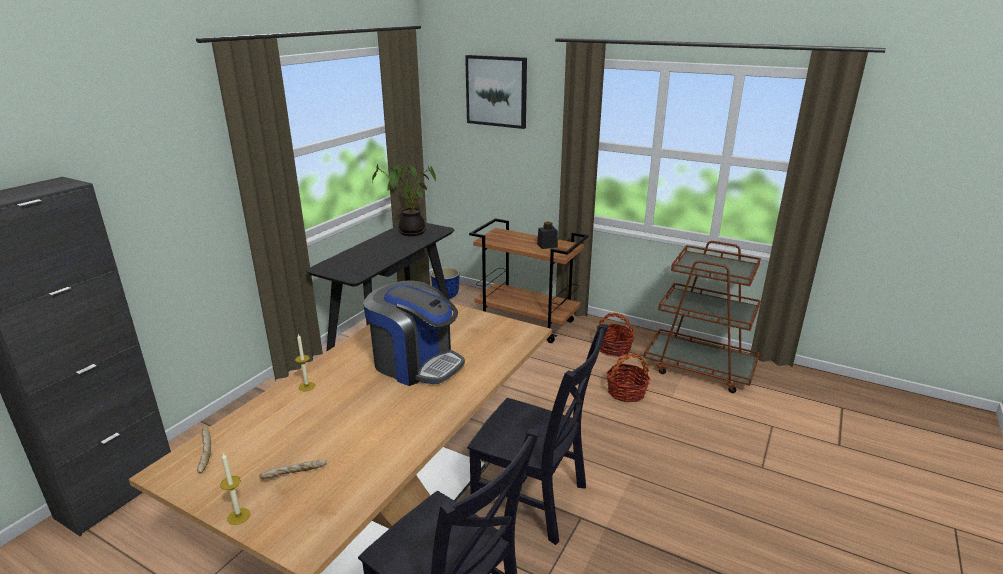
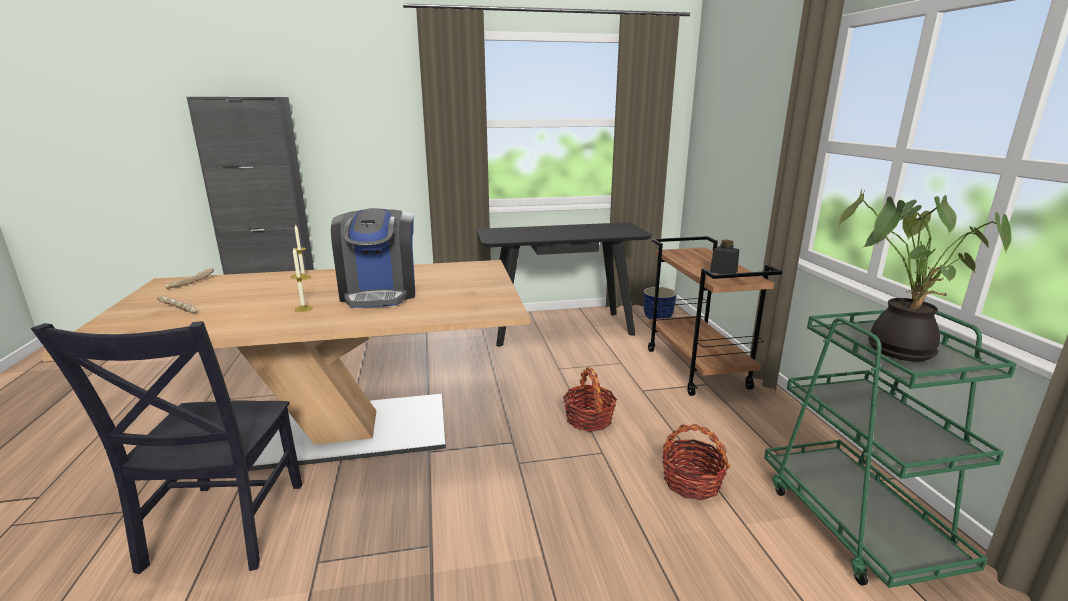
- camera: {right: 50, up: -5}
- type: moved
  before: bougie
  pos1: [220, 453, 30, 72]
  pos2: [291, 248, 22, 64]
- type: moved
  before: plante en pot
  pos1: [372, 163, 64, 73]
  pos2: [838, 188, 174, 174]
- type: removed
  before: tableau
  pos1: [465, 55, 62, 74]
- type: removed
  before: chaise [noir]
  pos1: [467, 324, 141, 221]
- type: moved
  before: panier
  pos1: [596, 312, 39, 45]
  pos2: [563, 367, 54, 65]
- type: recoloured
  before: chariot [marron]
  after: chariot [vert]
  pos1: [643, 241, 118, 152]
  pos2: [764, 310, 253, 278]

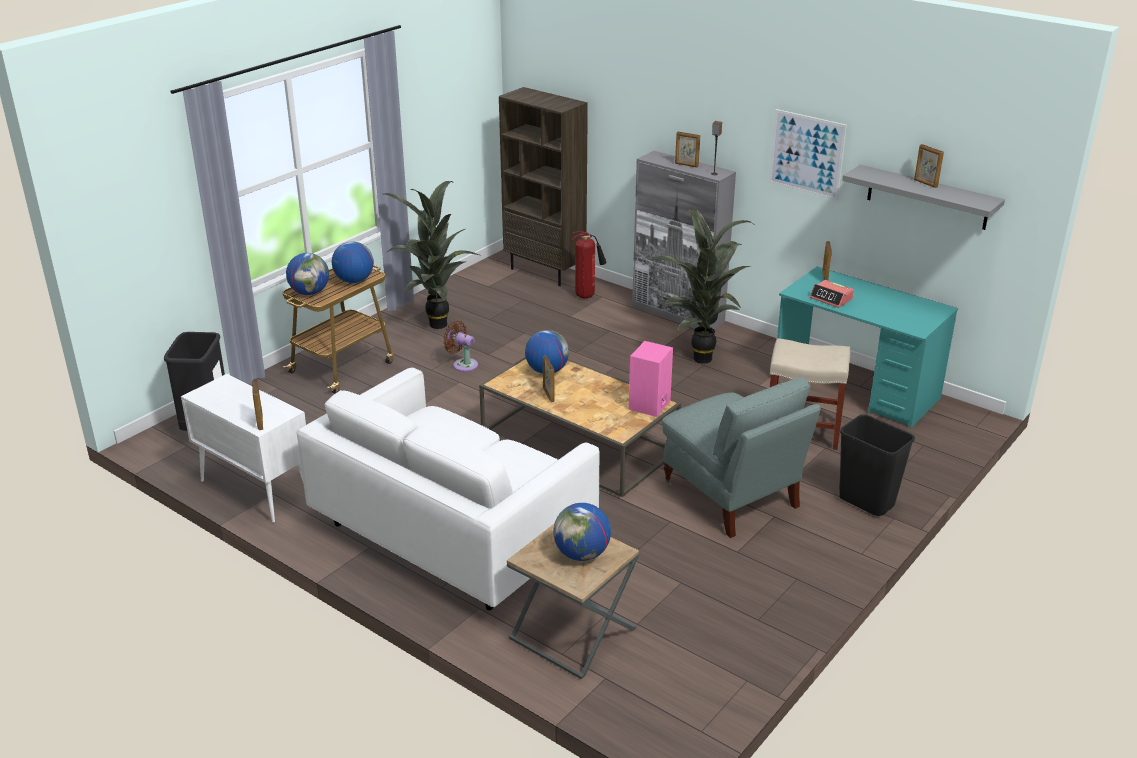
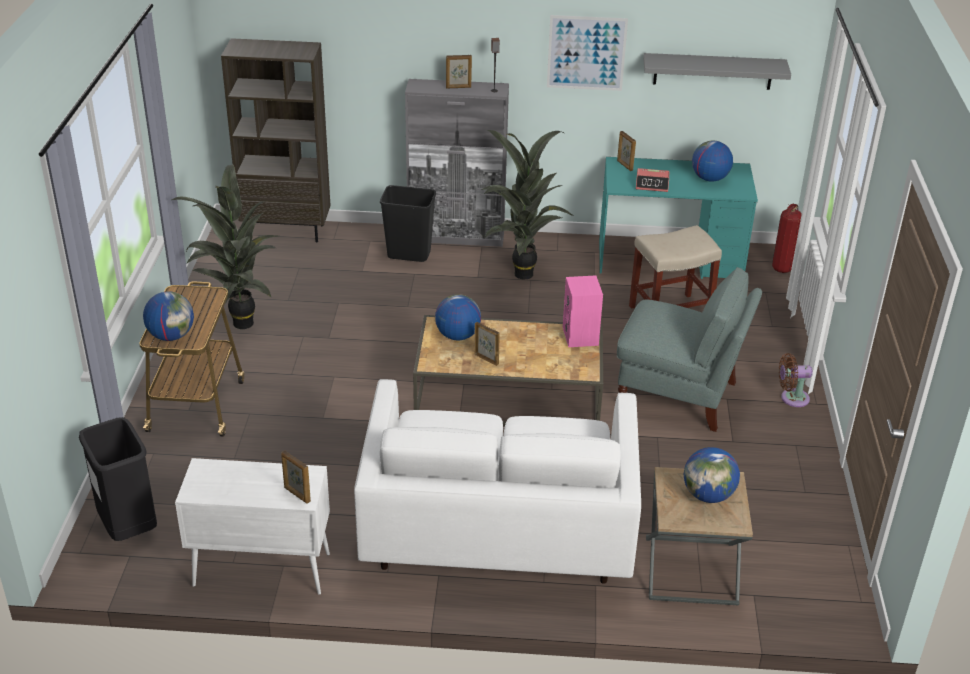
- camera: {right: -35, up: 5}
- type: moved
  before: globe
  pos1: [332, 241, 42, 42]
  pos2: [692, 141, 41, 41]
- type: moved
  before: ventilateur [marron]
  pos1: [443, 321, 35, 51]
  pos2: [779, 353, 34, 54]
- type: moved
  before: extincteur
  pos1: [572, 231, 35, 67]
  pos2: [772, 204, 30, 69]
- type: moved
  before: poubelle [noir]
  pos1: [839, 414, 76, 102]
  pos2: [380, 185, 56, 77]
- type: removed
  before: cadre photo
  pos1: [914, 144, 30, 44]

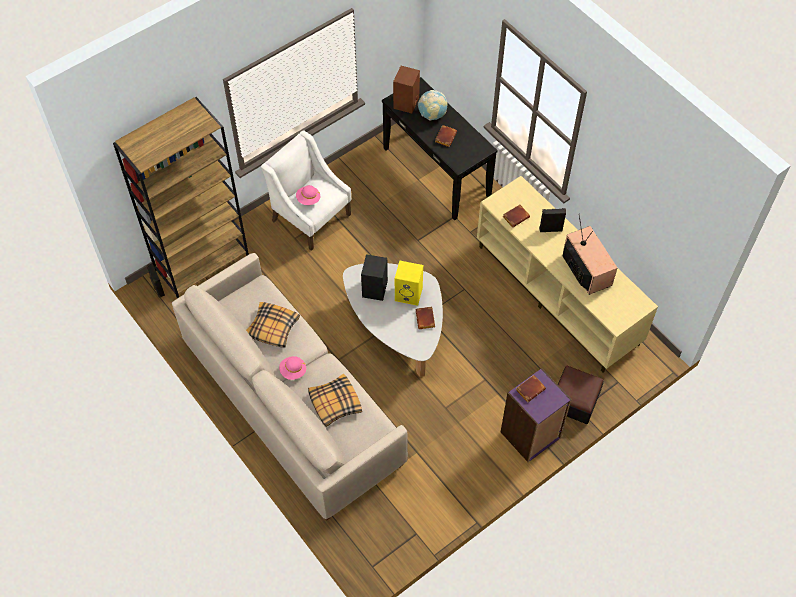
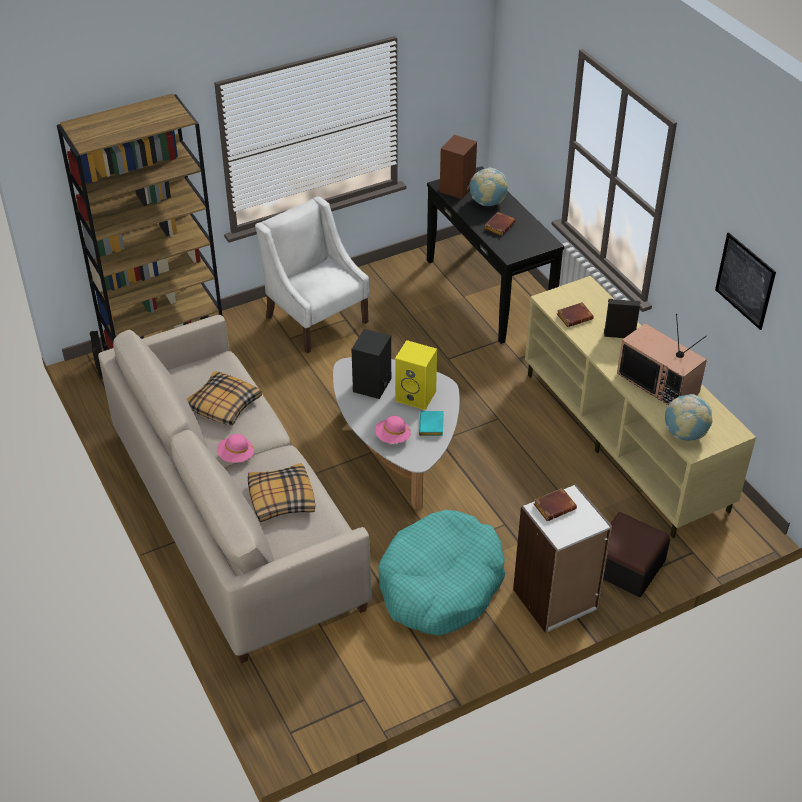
- camera: {right: 10, up: -15}
- type: moved
  before: chapeau [rose]
  pos1: [296, 185, 24, 20]
  pos2: [375, 416, 36, 28]
- type: recoloured
  before: livre [marron]
  after: livre [turquoise]
  pos1: [415, 307, 20, 22]
  pos2: [419, 411, 25, 25]
- type: recoloured
  before: bibliothèque [violet]
  after: bibliothèque [blanc]
  pos1: [501, 368, 71, 94]
  pos2: [513, 484, 99, 149]
- type: turned
  before: téléviseur
  pos1: [563, 213, 54, 82]
  pos2: [617, 314, 90, 91]
  turn: 150
- type: added
  after: panier pour chien [turquoise]
  pos2: [378, 510, 127, 126]
- type: added
  after: globe
  pos2: [665, 394, 47, 47]
- type: added
  after: tableau
  pos2: [715, 232, 61, 98]

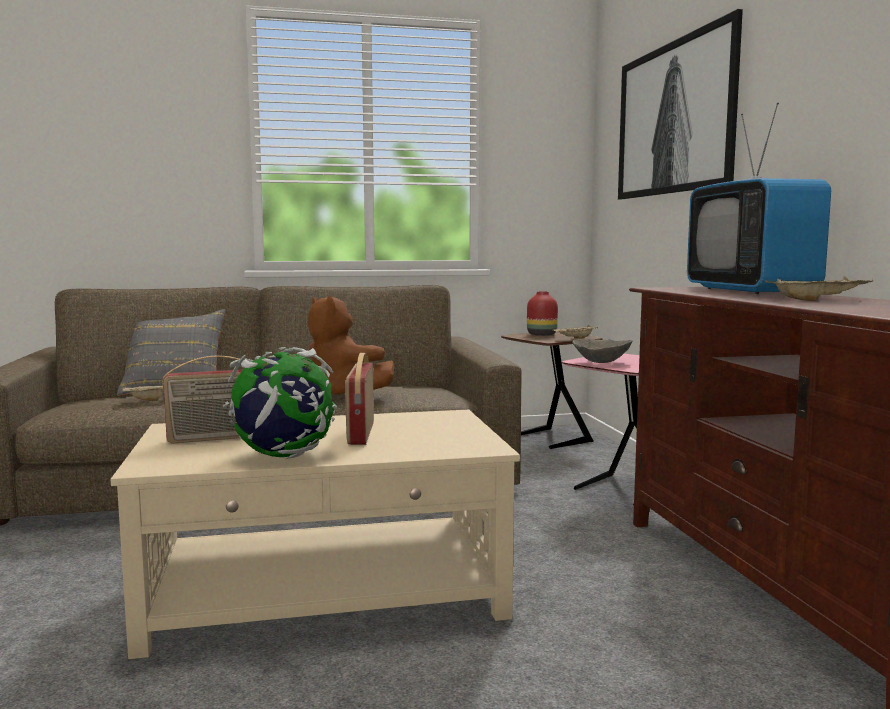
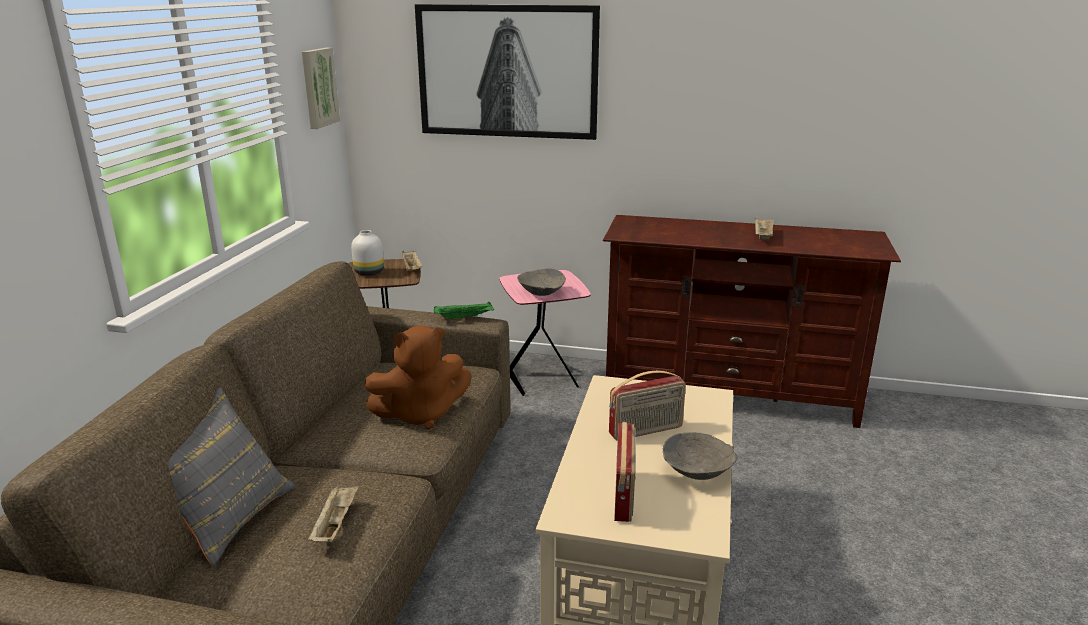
- camera: {right: -65, up: 15}
- type: replaced
  before: globe
  after: bol [gris]
  pos1: [223, 347, 114, 112]
  pos2: [663, 432, 74, 48]
- type: turned
  before: radio
  pos1: [345, 353, 29, 92]
  pos2: [609, 371, 77, 70]
  turn: -45
- type: recoloured
  before: vase [rouge]
  after: vase [blanc]
  pos1: [527, 291, 31, 45]
  pos2: [351, 230, 33, 46]
- type: removed
  before: téléviseur
  pos1: [687, 102, 144, 192]
- type: added
  after: tableau
  pos2: [302, 48, 38, 81]
- type: added
  after: plateau [vert]
  pos2: [434, 301, 60, 20]

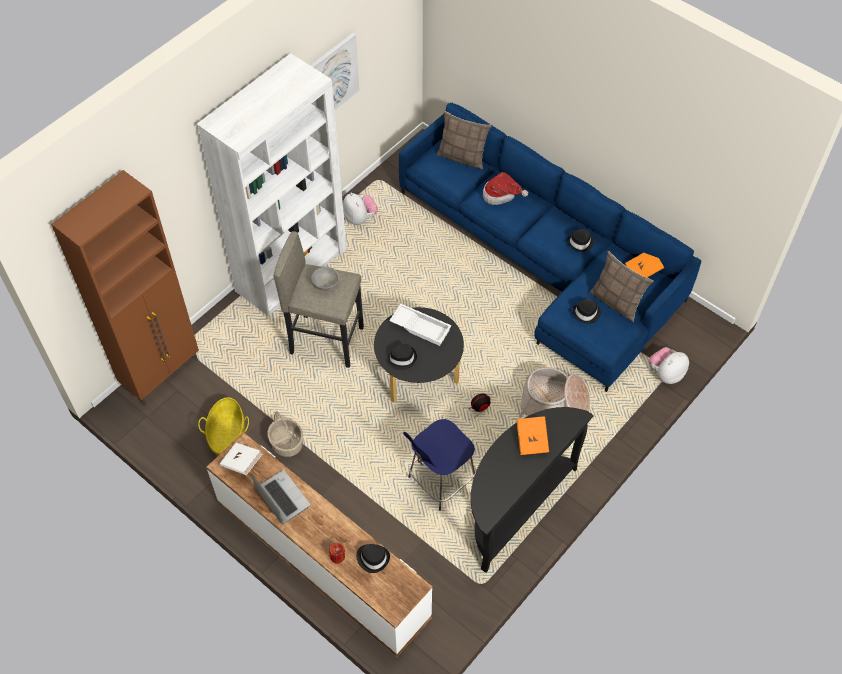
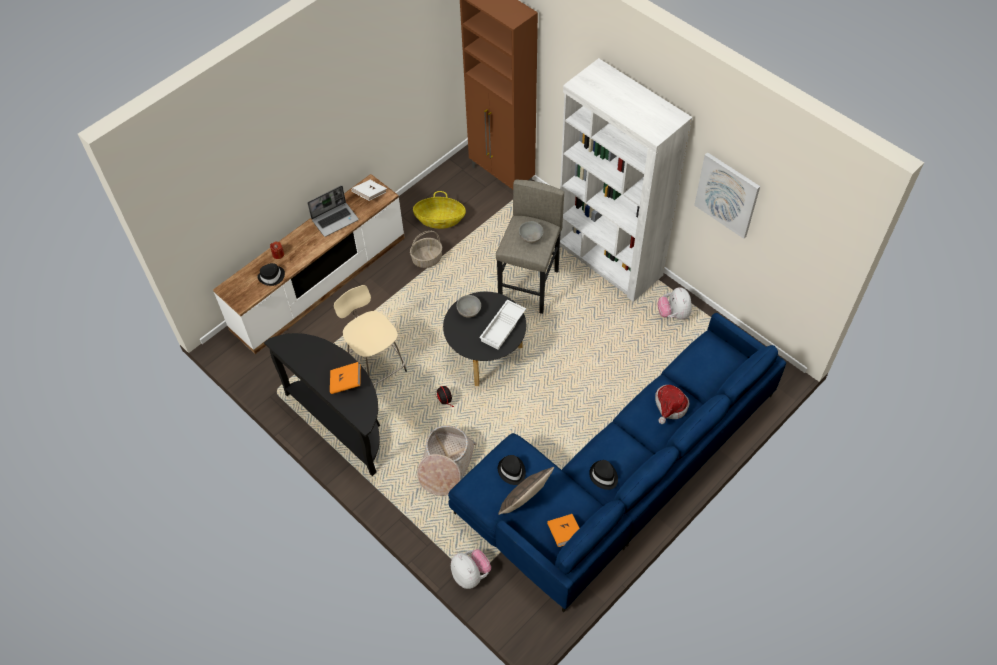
- camera: {right: 95, up: 0}
- type: turned
  before: peluche
  pos1: [343, 193, 35, 32]
  pos2: [657, 287, 35, 33]
  turn: 105
- type: replaced
  before: chapeau [noir]
  after: bol [gris]
  pos1: [386, 343, 31, 27]
  pos2: [457, 295, 24, 23]
- type: recoloured
  before: tabouret [bleu]
  after: tabouret [beige]
  pos1: [403, 419, 73, 92]
  pos2: [334, 285, 73, 100]
- type: removed
  before: coussin
  pos1: [436, 111, 56, 59]

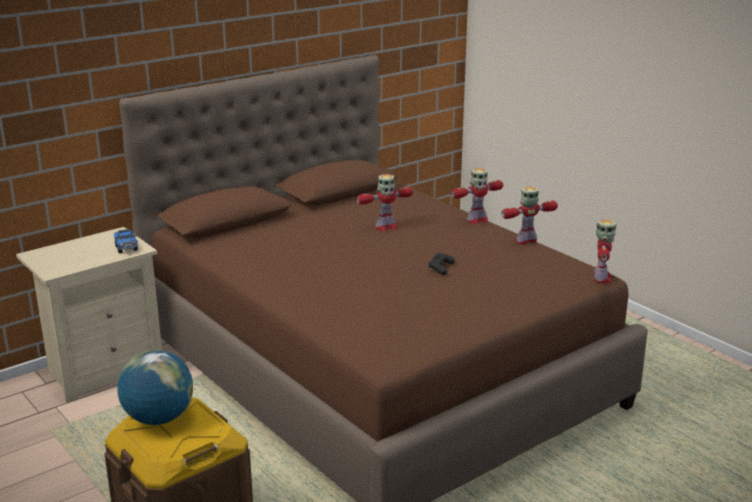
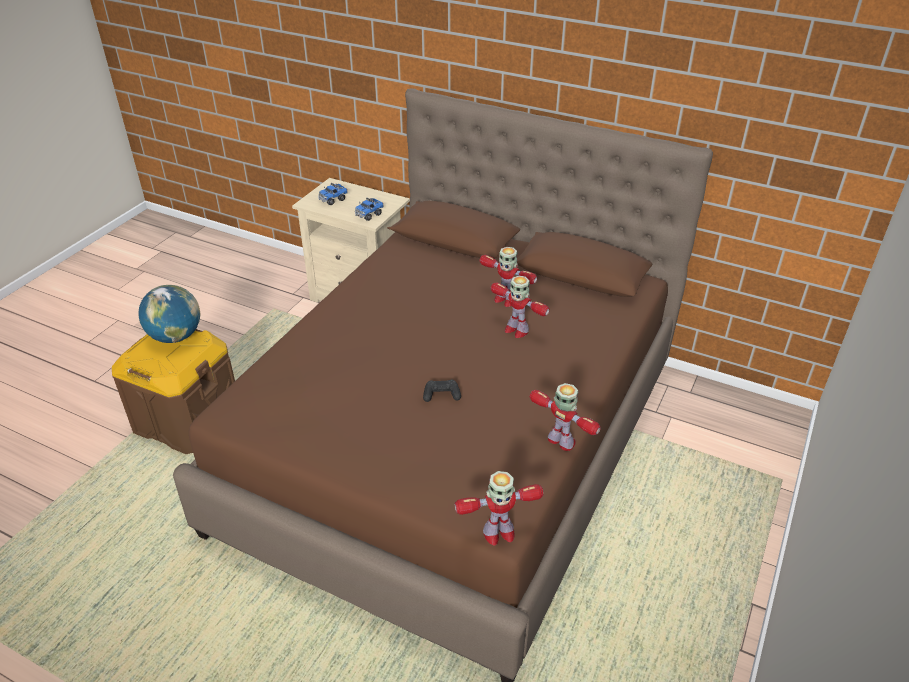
- camera: {right: 65, up: 15}
- type: moved
  before: robot jouet
  pos1: [451, 168, 52, 57]
  pos2: [479, 247, 58, 60]
- type: added
  after: camion jouet
  pos2: [318, 183, 30, 22]

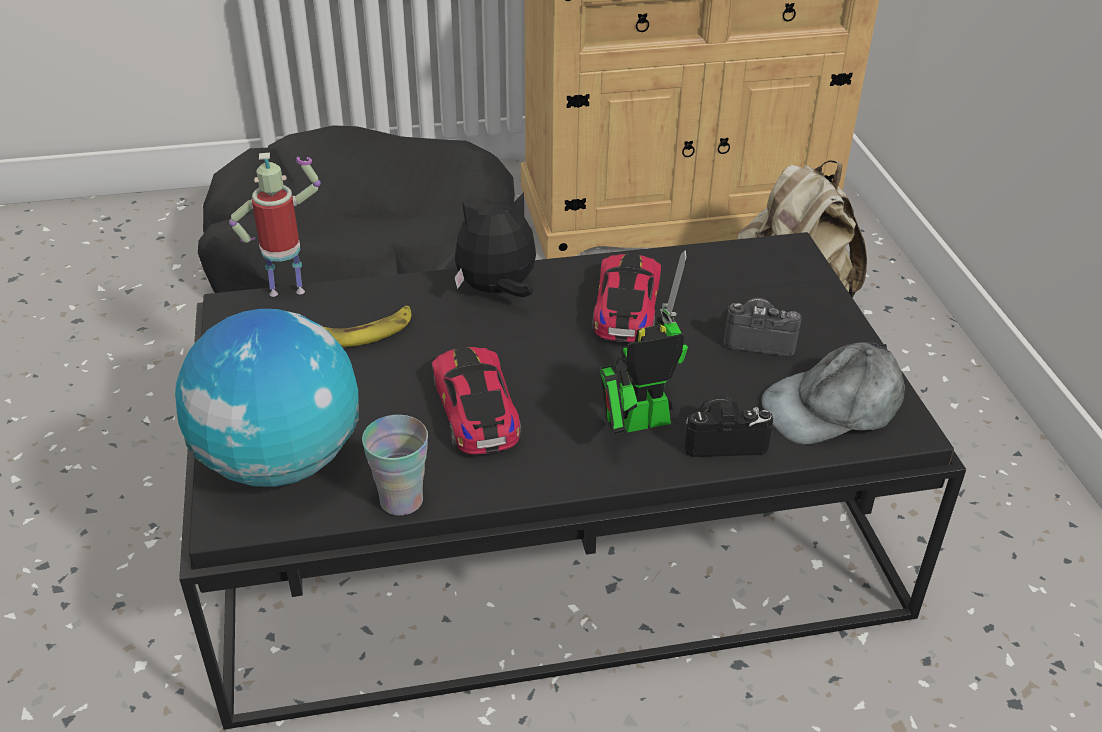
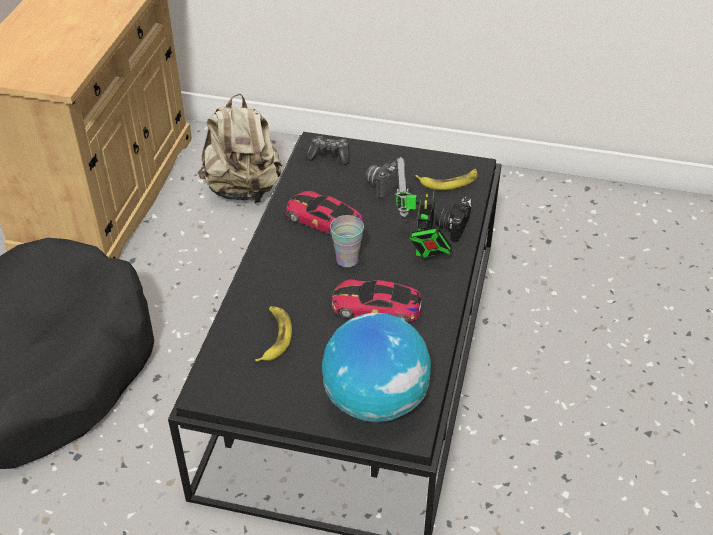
- camera: {right: -65, up: 5}
- type: removed
  before: robot jouet
  pos1: [229, 153, 92, 144]
- type: moved
  before: tasse
  pos1: [362, 415, 66, 101]
  pos2: [330, 215, 34, 52]
- type: removed
  before: peluche
  pos1: [454, 193, 82, 104]
- type: replaced
  before: casquette [gris]
  after: banane
  pos1: [762, 342, 143, 102]
  pos2: [415, 169, 63, 21]
- type: added
  after: manette
  pos2: [306, 136, 44, 29]

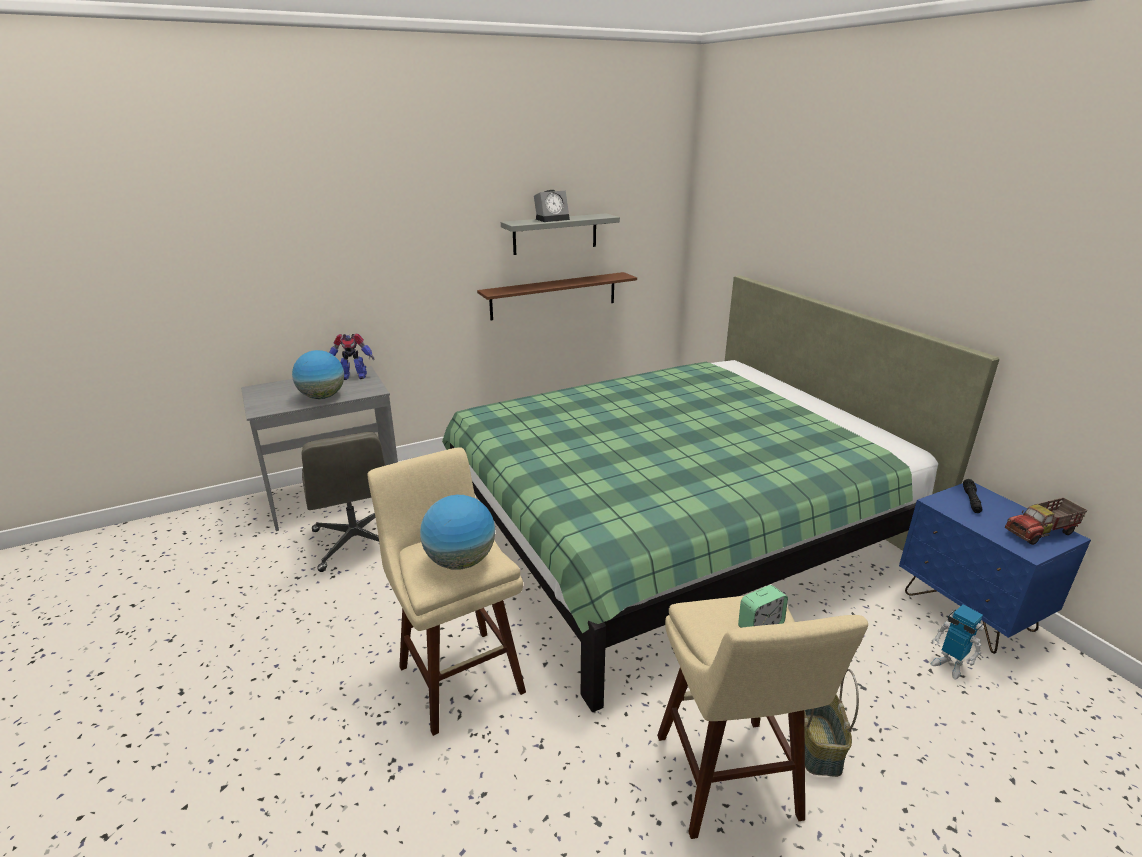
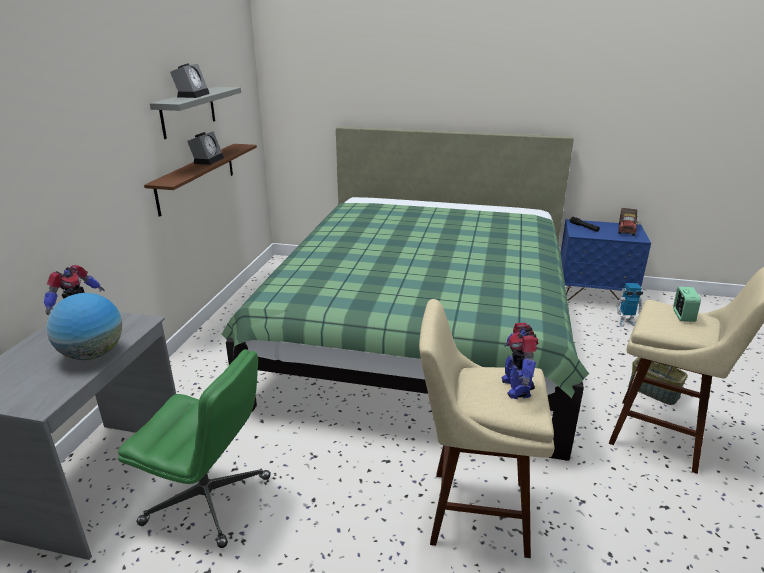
- camera: {right: -50, up: 0}
- type: recoloured
  before: chaise de bureau [gris]
  after: chaise de bureau [vert]
  pos1: [302, 432, 83, 140]
  pos2: [118, 349, 153, 199]
- type: replaced
  before: globe
  after: robot jouet
  pos1: [420, 495, 75, 74]
  pos2: [501, 323, 38, 76]
- type: added
  after: réveil
  pos2: [187, 131, 37, 34]

